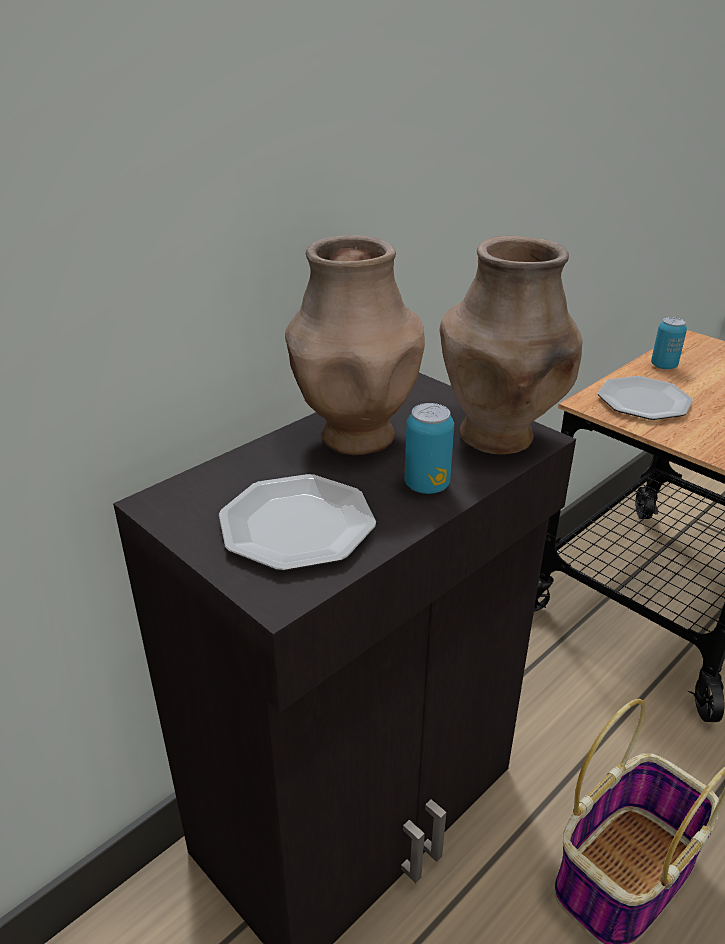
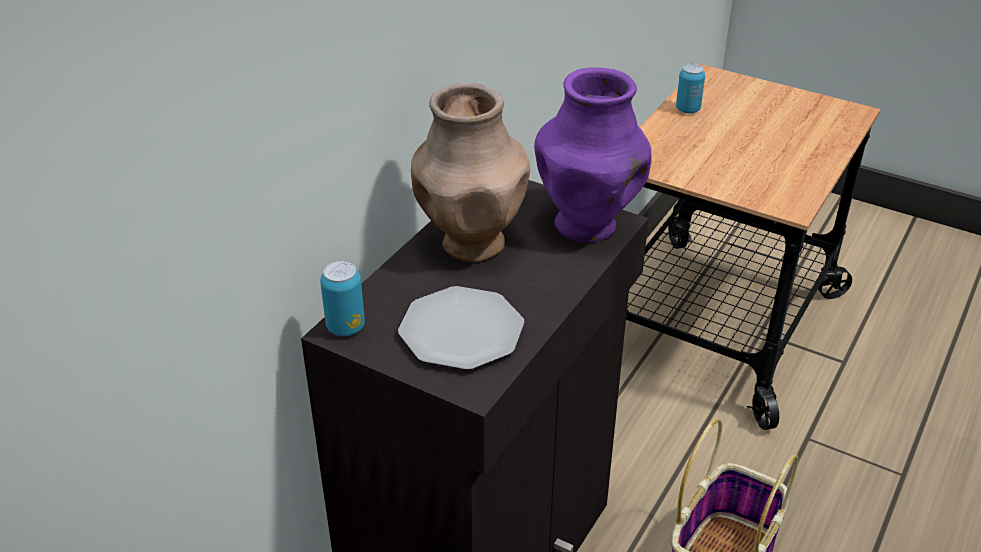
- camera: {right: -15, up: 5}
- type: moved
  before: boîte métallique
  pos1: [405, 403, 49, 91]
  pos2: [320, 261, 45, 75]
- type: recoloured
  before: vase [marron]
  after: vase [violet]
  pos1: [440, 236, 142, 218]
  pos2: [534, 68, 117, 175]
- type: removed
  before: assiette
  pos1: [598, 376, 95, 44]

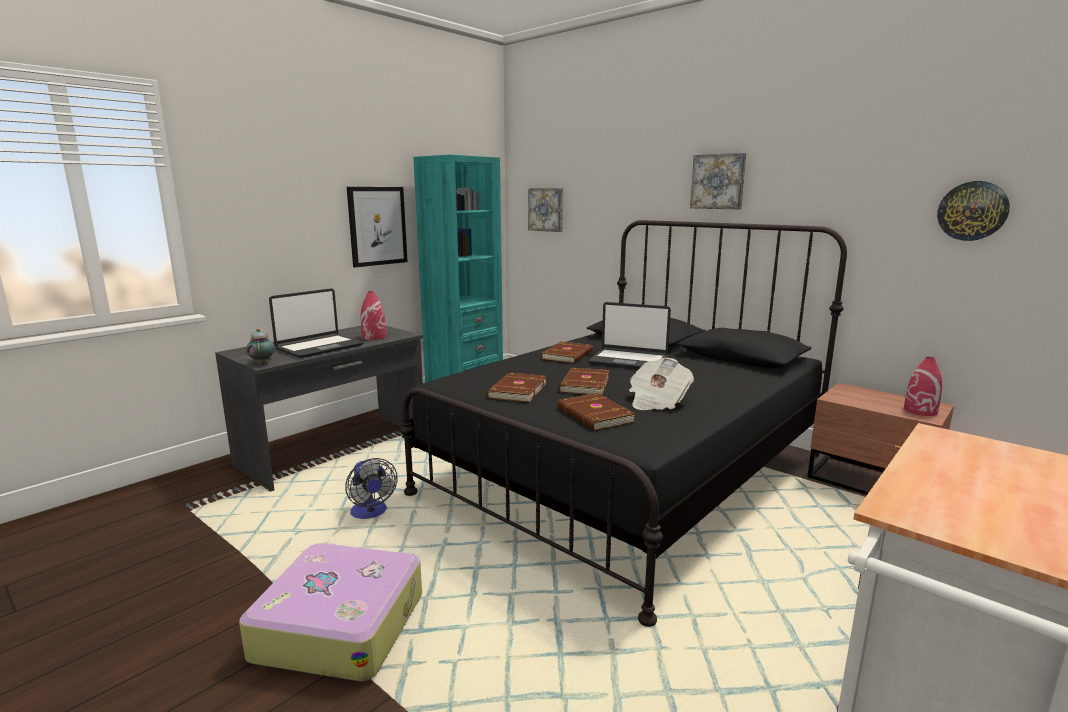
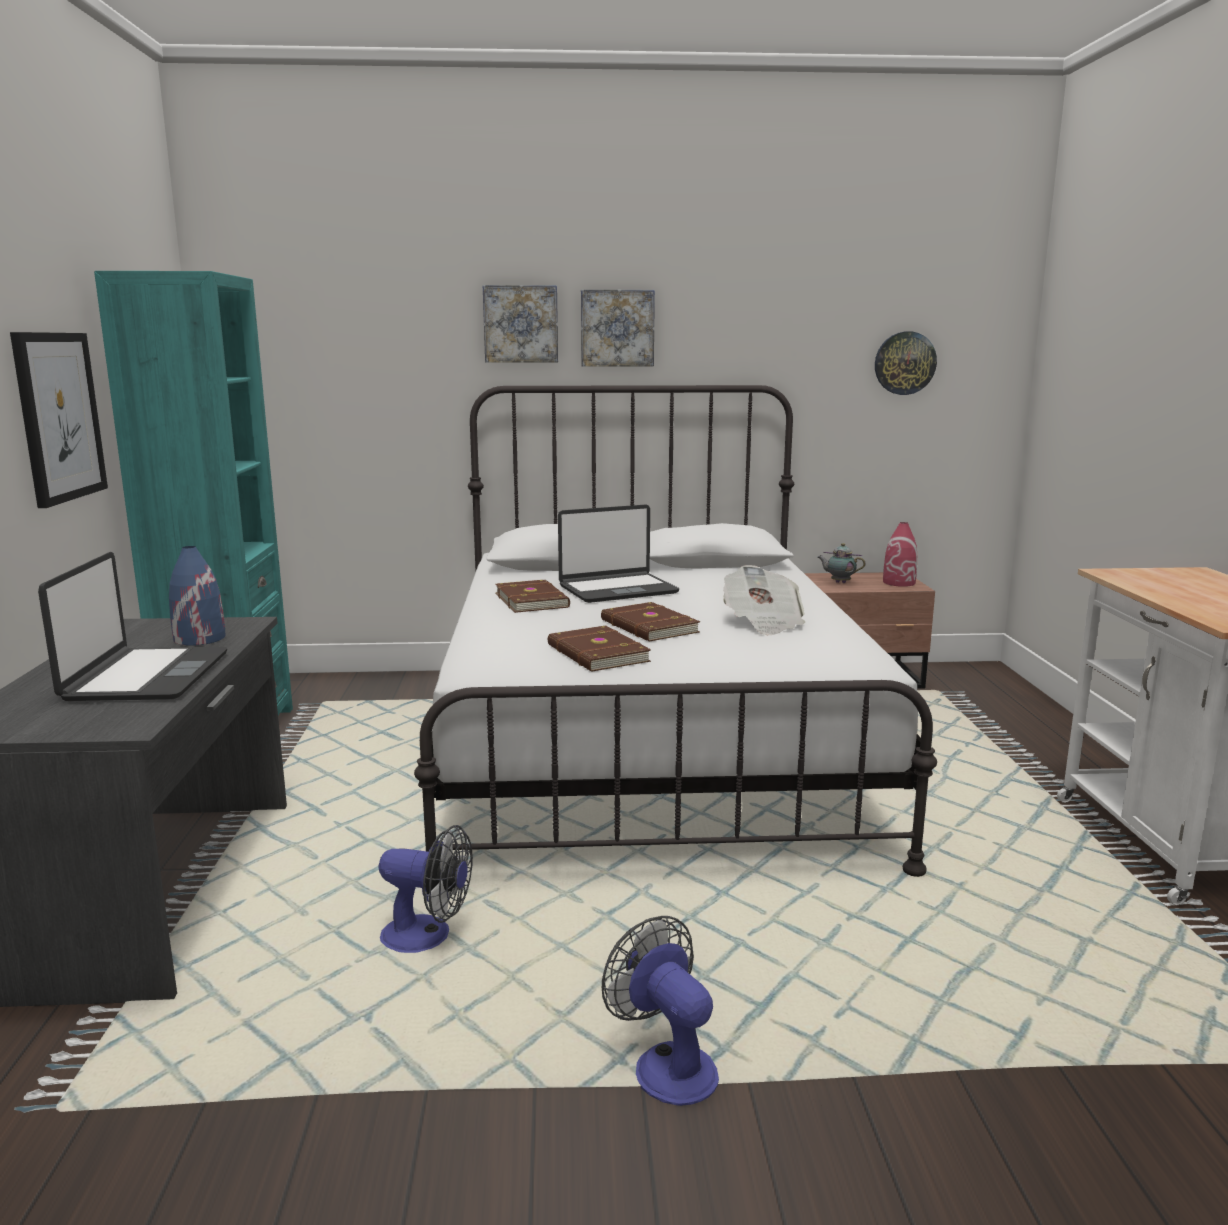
- camera: {right: -45, up: 0}
- type: replaced
  before: valise
  after: ventilateur
  pos1: [239, 542, 183, 139]
  pos2: [602, 916, 117, 190]
- type: moved
  before: théière
  pos1: [246, 329, 29, 36]
  pos2: [818, 543, 48, 40]
- type: recoloured
  before: vase [rouge]
  after: vase [bleu]
  pos1: [360, 291, 26, 49]
  pos2: [169, 546, 57, 100]
- type: recoloured
  before: lit [noir]
  after: lit [blanc]
  pos1: [400, 220, 447, 407]
  pos2: [414, 385, 523, 492]
- type: moved
  before: tableau
  pos1: [528, 188, 35, 44]
  pos2: [483, 285, 75, 78]
- type: removed
  before: livre [marron]
  pos1: [557, 393, 79, 38]

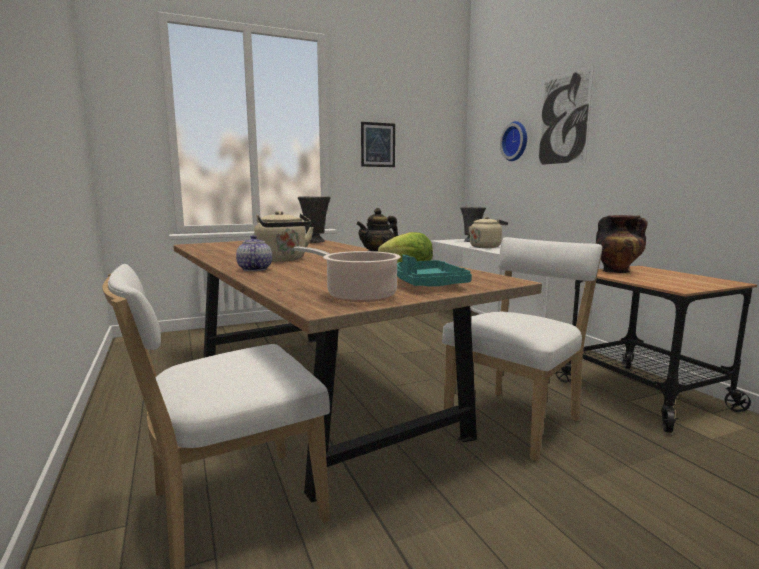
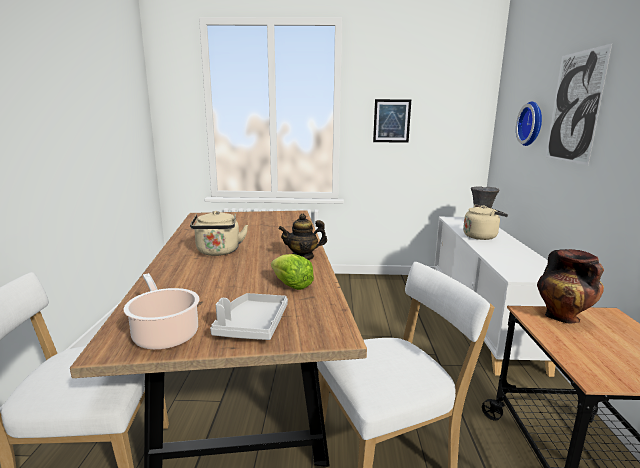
- camera: {right: 25, up: 5}
- type: removed
  before: théière
  pos1: [236, 235, 36, 36]
- type: removed
  before: vase [gris]
  pos1: [298, 196, 33, 47]
- type: recoloured
  before: plateau [turquoise]
  after: plateau [gris]
  pos1: [397, 255, 75, 32]
  pos2: [210, 293, 78, 47]

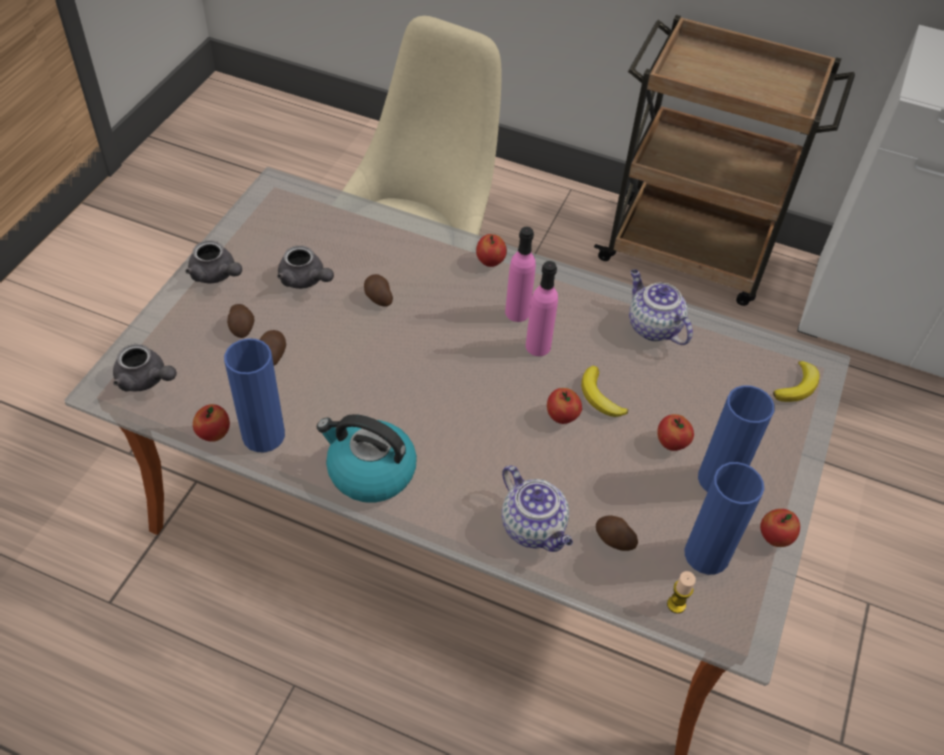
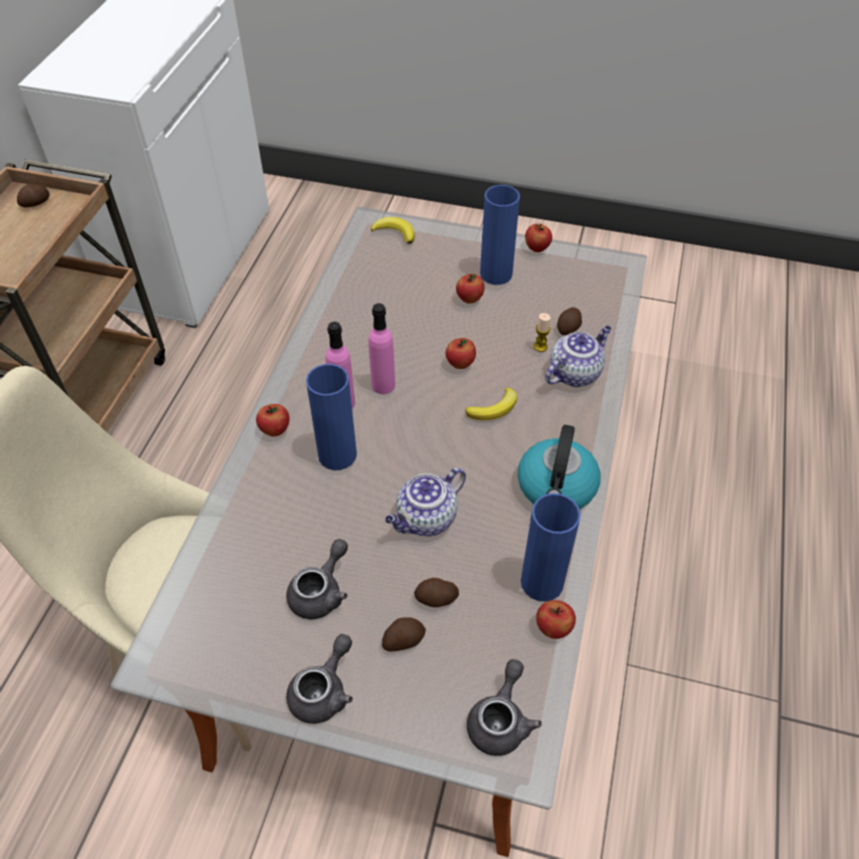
- camera: {right: -95, up: 0}
- type: moved
  before: pomme de terre
  pos1: [364, 274, 29, 32]
  pos2: [17, 184, 33, 24]
- type: moved
  before: banane
  pos1: [581, 366, 47, 51]
  pos2: [465, 387, 52, 33]
- type: moved
  before: théière
  pos1: [629, 269, 64, 76]
  pos2: [385, 467, 81, 69]
- type: moved
  before: bougie
  pos1: [667, 571, 29, 42]
  pos2: [534, 313, 17, 39]
- type: moved
  before: vase [bleu]
  pos1: [685, 462, 79, 113]
  pos2: [306, 364, 51, 106]

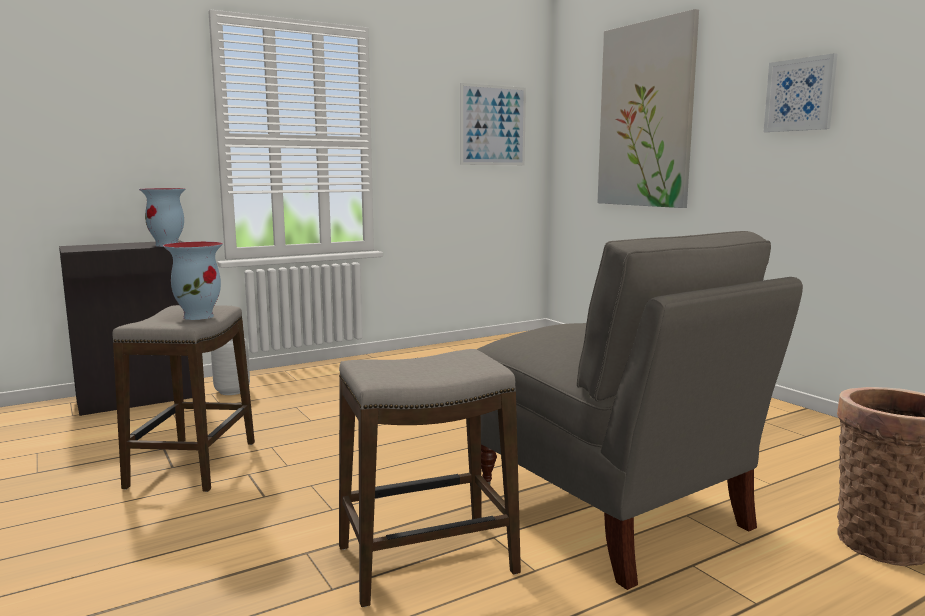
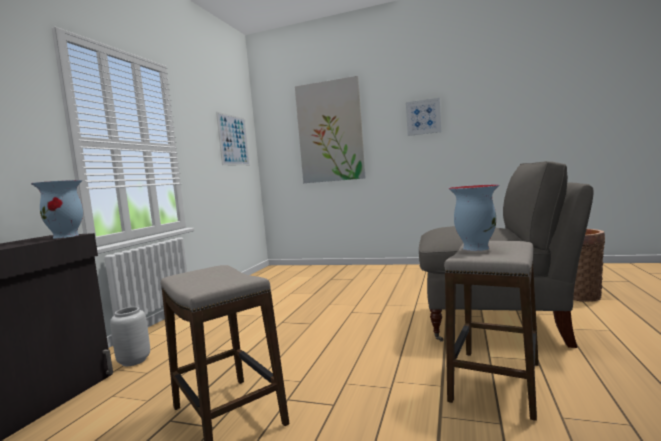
- camera: {right: -40, up: -5}
- type: moved
  before: vase
  pos1: [163, 242, 60, 78]
  pos2: [449, 184, 50, 67]

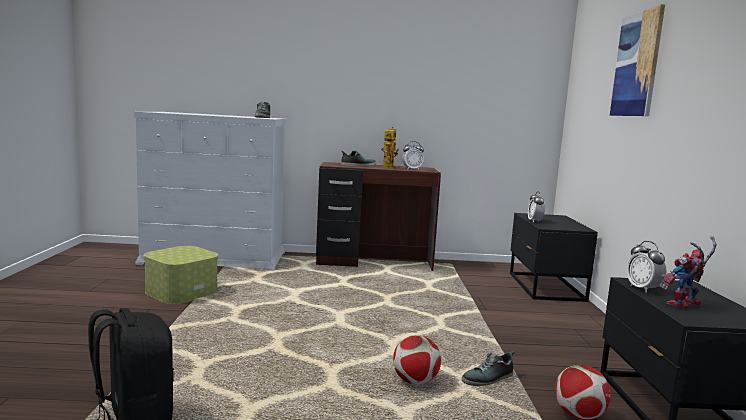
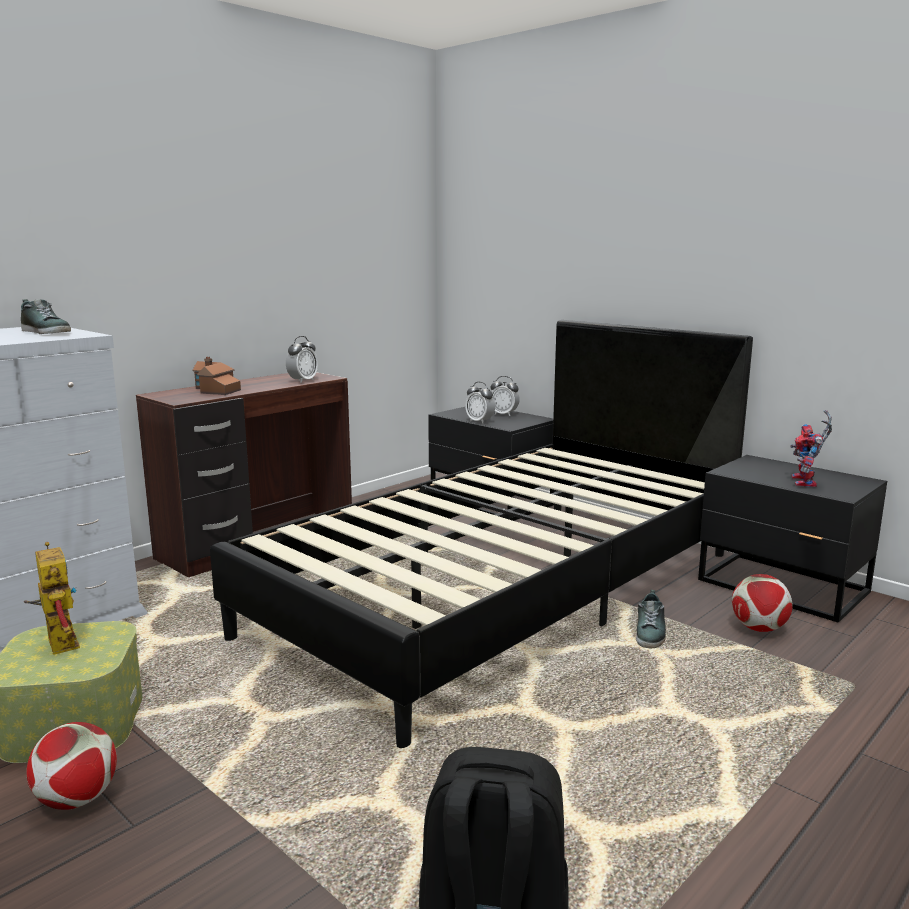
- camera: {right: -45, up: 5}
- type: replaced
  before: chaussure
  after: maison miniature
  pos1: [341, 150, 35, 16]
  pos2: [192, 357, 49, 38]
- type: moved
  before: robot jouet
  pos1: [381, 127, 18, 41]
  pos2: [24, 542, 56, 113]
- type: moved
  before: ballon de foot
  pos1: [393, 335, 48, 50]
  pos2: [27, 722, 90, 88]
- type: removed
  before: tableau
  pos1: [610, 4, 55, 112]
- type: moved
  before: réveil
  pos1: [626, 241, 41, 52]
  pos2: [490, 376, 30, 40]
- type: added
  after: lit [noir]
  pos2: [210, 320, 543, 428]

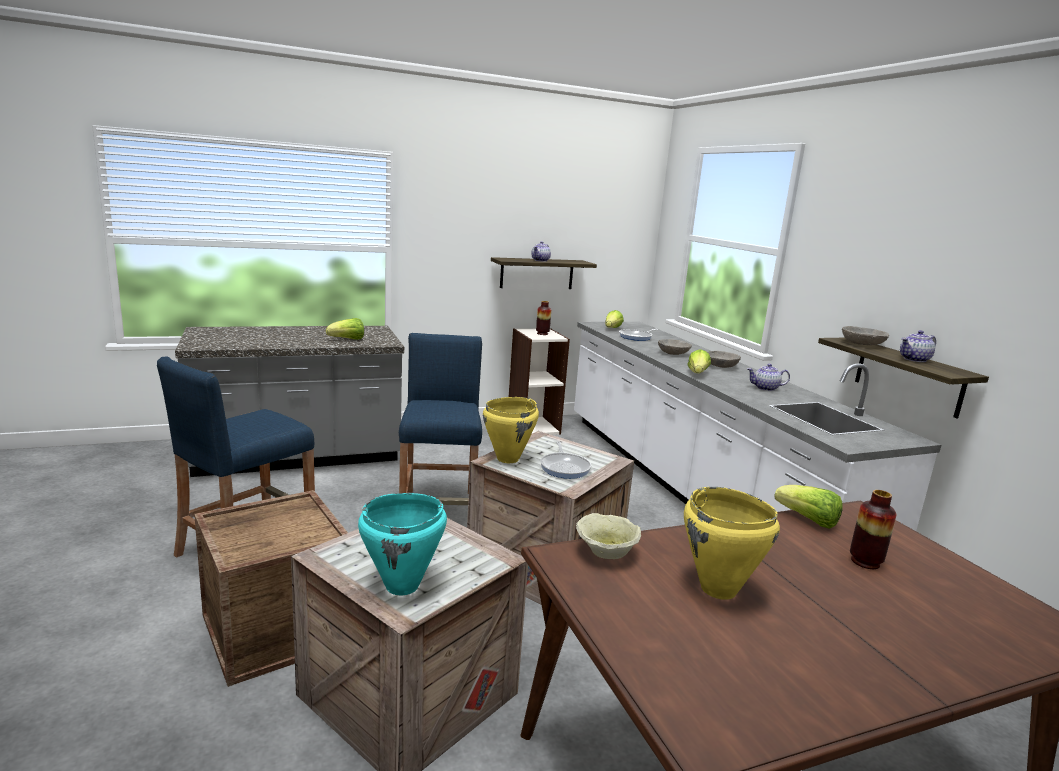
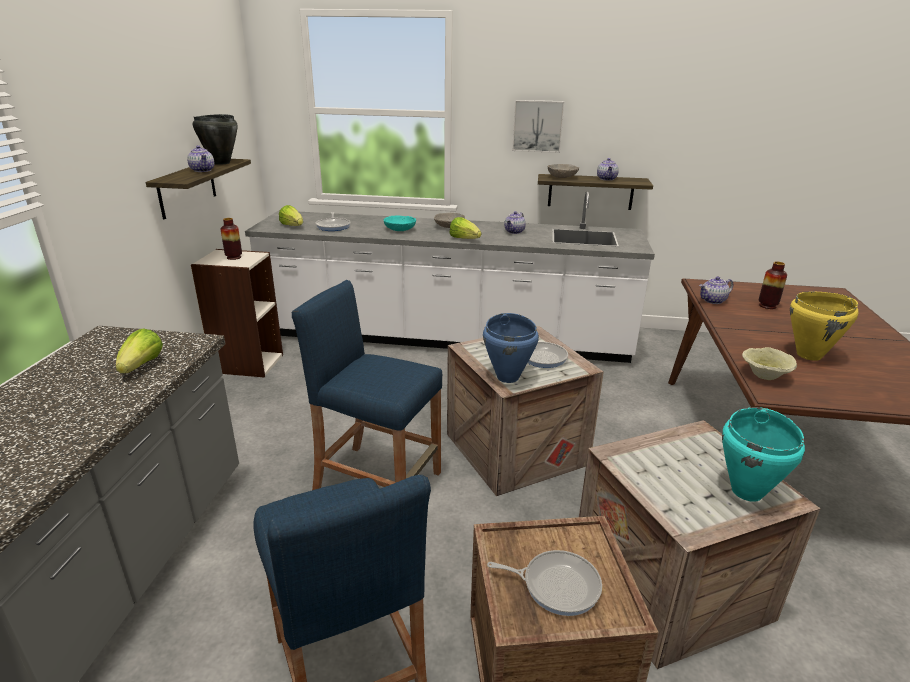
- camera: {right: -60, up: 10}
- type: recoloured
  before: marmite [jaune]
  after: marmite [bleu]
  pos1: [483, 397, 56, 66]
  pos2: [483, 313, 56, 70]
- type: recoloured
  before: bol [gris]
  after: bol [turquoise]
  pos1: [658, 339, 34, 16]
  pos2: [384, 216, 32, 15]
- type: replaced
  before: laitue
  after: théière
  pos1: [774, 485, 69, 44]
  pos2: [699, 276, 34, 28]
- type: added
  after: marmite [noir]
  pos2: [193, 114, 44, 51]
- type: added
  after: poêle
  pos2: [487, 550, 115, 66]
- type: added
  after: tableau
  pos2: [512, 100, 52, 53]

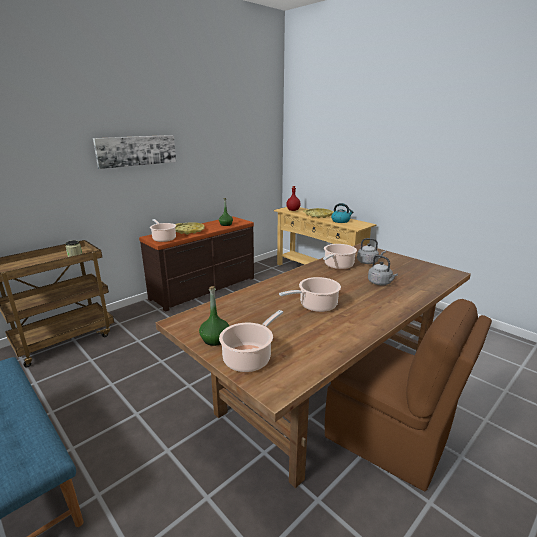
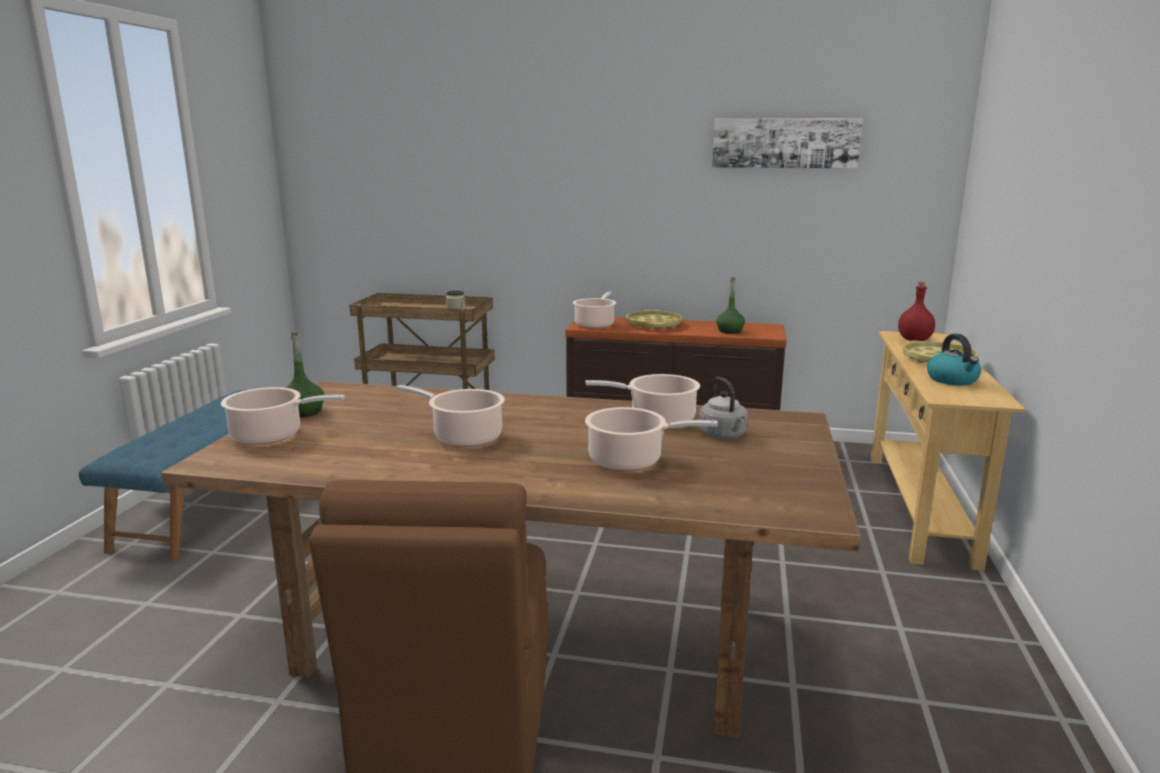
- camera: {right: 55, up: -5}
- type: moved
  before: tableau
  pos1: [93, 135, 83, 34]
  pos2: [712, 118, 151, 51]
- type: replaced
  before: bouilloire [gris]
  after: marmite
  pos1: [368, 255, 30, 30]
  pos2: [585, 407, 133, 64]

